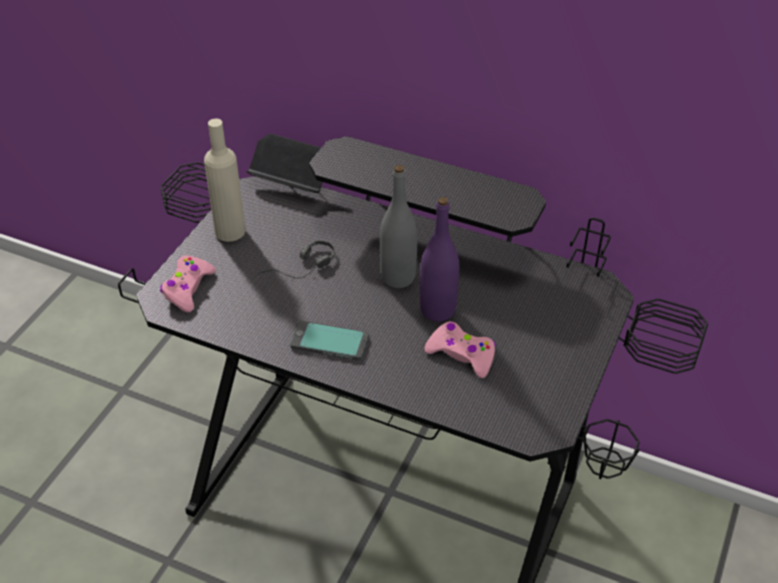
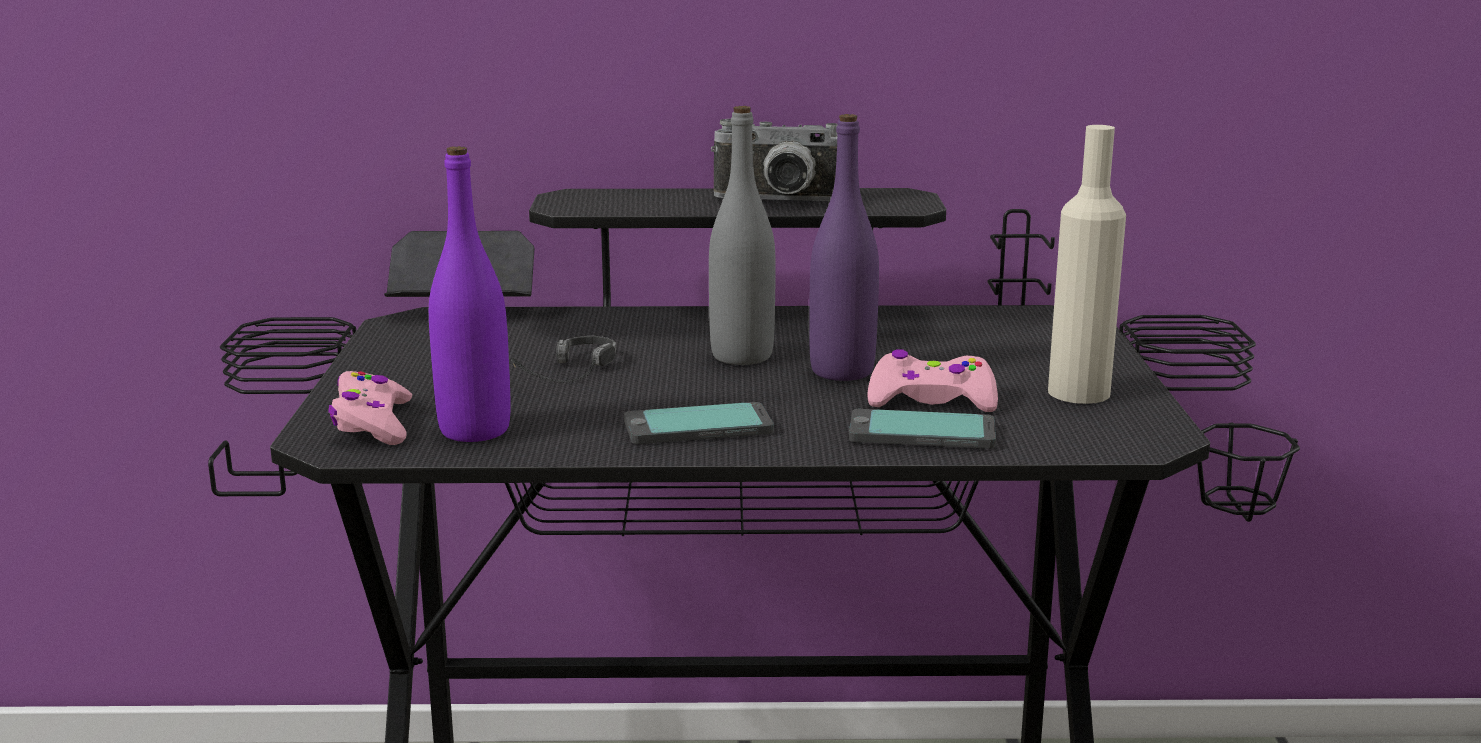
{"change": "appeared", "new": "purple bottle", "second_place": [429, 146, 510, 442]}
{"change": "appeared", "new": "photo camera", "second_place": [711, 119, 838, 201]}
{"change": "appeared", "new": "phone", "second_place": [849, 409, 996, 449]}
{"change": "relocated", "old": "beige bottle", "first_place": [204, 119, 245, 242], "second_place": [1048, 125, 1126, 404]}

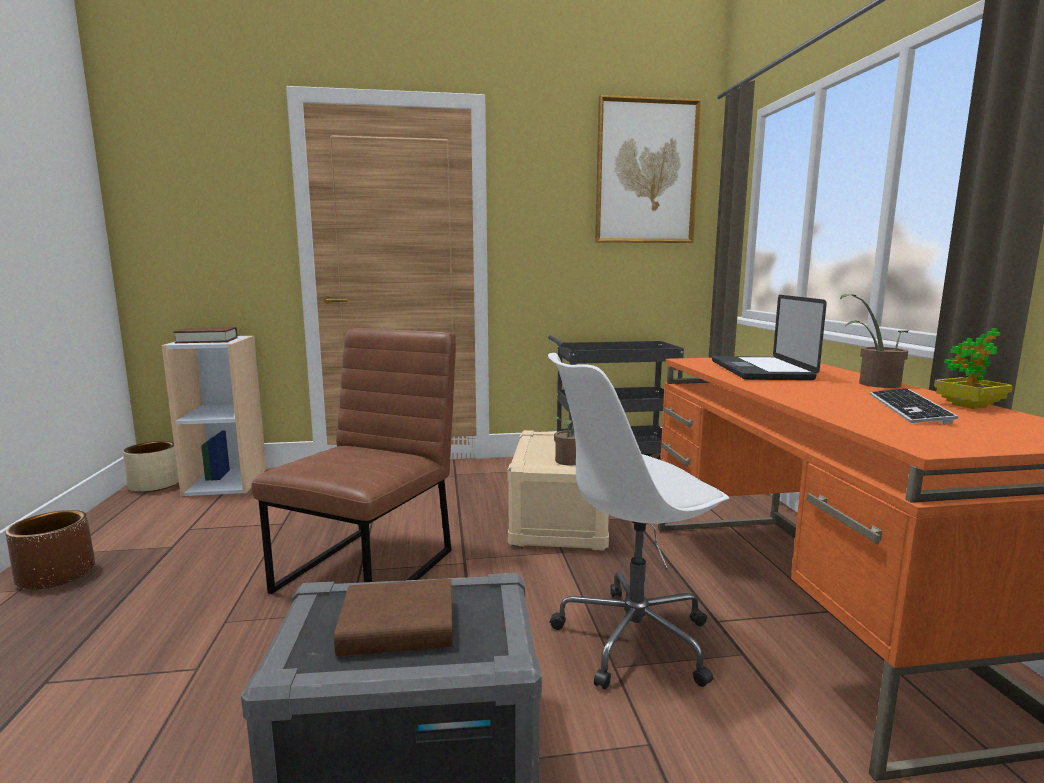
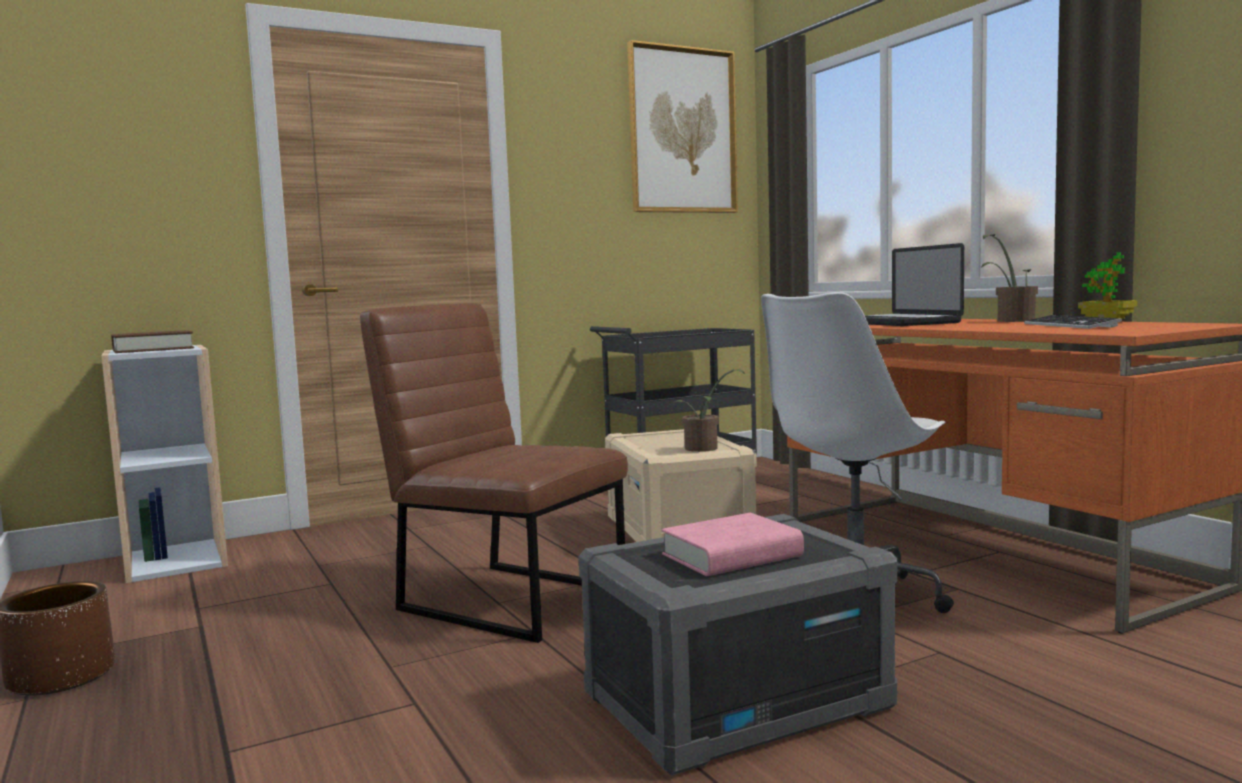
{"change": "missing", "old": "beige planter", "first_place": [123, 441, 179, 493]}
{"change": "colour", "old": "brown book", "new": "pink book", "first_place": [334, 579, 453, 656], "second_place": [661, 513, 804, 576]}
{"change": "spun", "old": "brown chair", "first_place": [251, 328, 456, 594], "second_place": [360, 303, 628, 643], "degrees": -60}

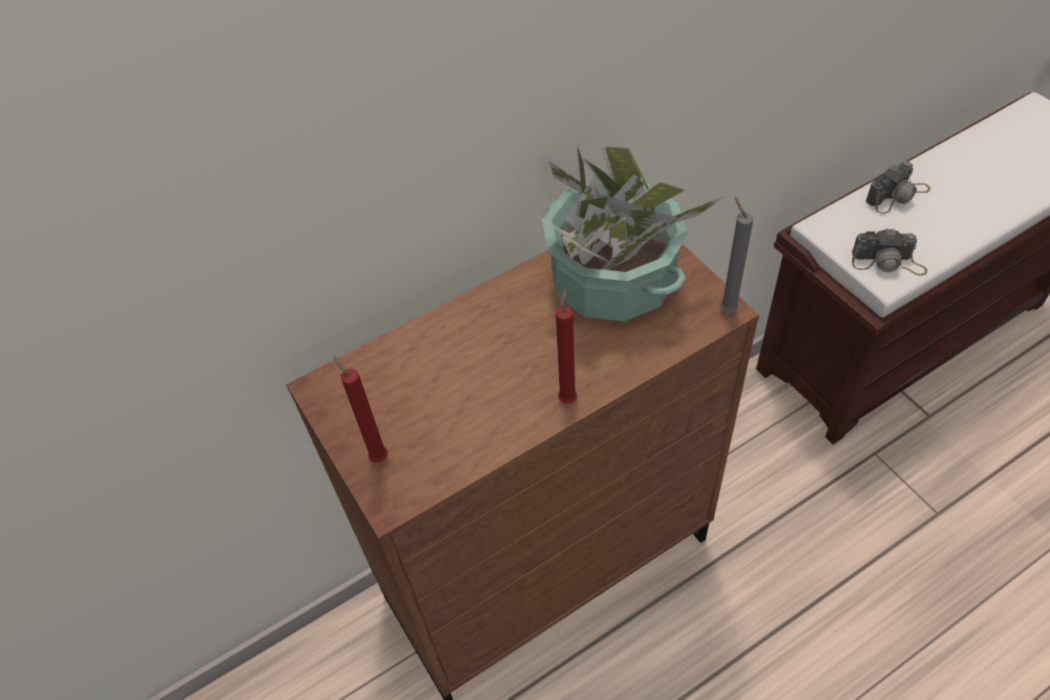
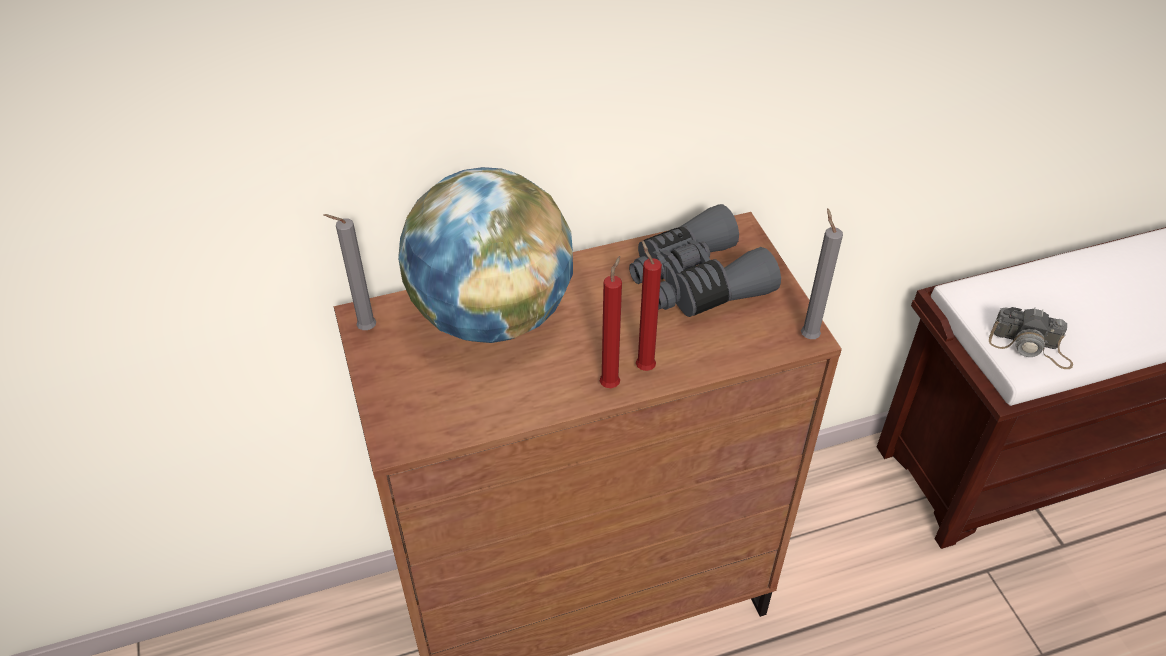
{"change": "missing", "old": "photo camera", "first_place": [866, 161, 931, 214]}
{"change": "appeared", "new": "grey candle", "second_place": [323, 214, 376, 330]}
{"change": "appeared", "new": "globe", "second_place": [398, 167, 573, 343]}
{"change": "relocated", "old": "red candle", "first_place": [333, 355, 388, 462], "second_place": [636, 240, 662, 371]}
{"change": "exchanged", "old": "potted plant", "new": "grey binoculars", "first_place": [538, 146, 725, 321], "second_place": [629, 204, 781, 317]}

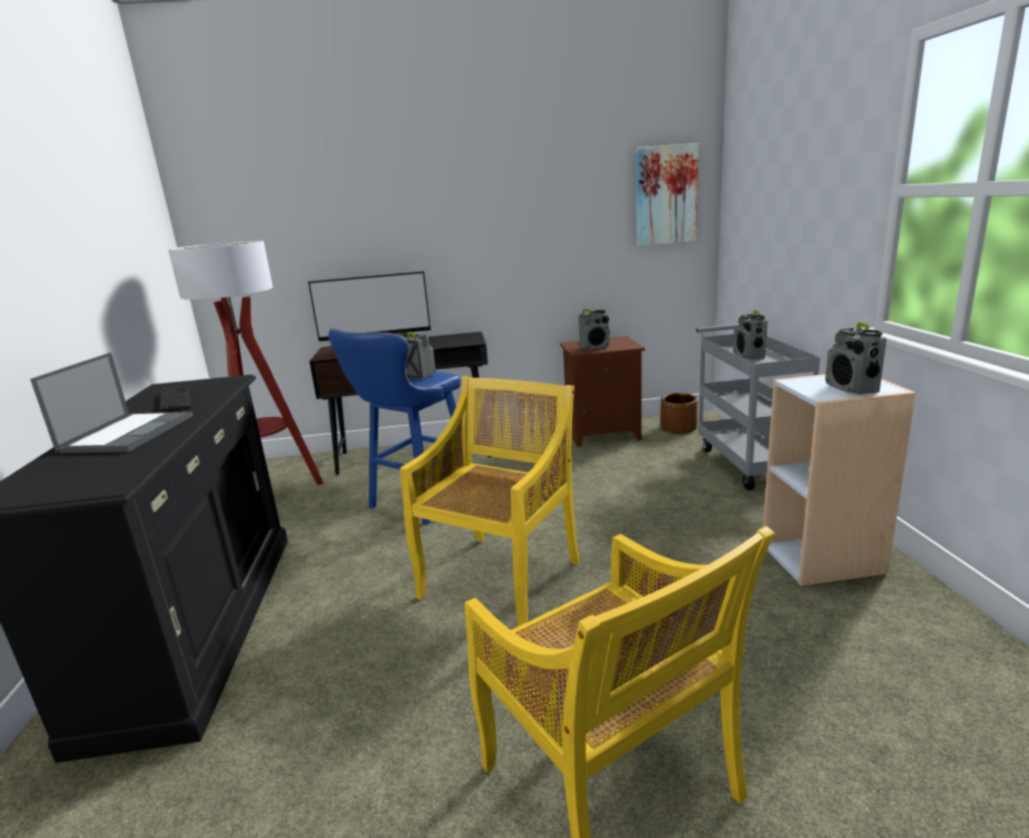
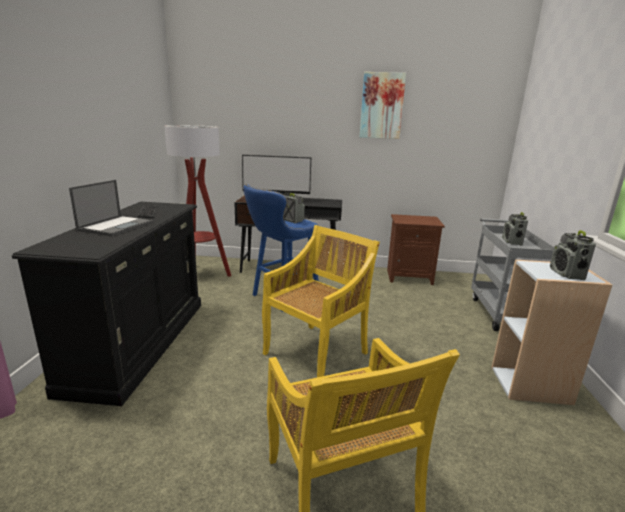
{"change": "missing", "old": "radio", "first_place": [578, 309, 610, 350]}
{"change": "missing", "old": "brown planter", "first_place": [660, 393, 698, 434]}
{"change": "relocated", "old": "picture", "first_place": [636, 143, 699, 246], "second_place": [360, 72, 406, 139]}

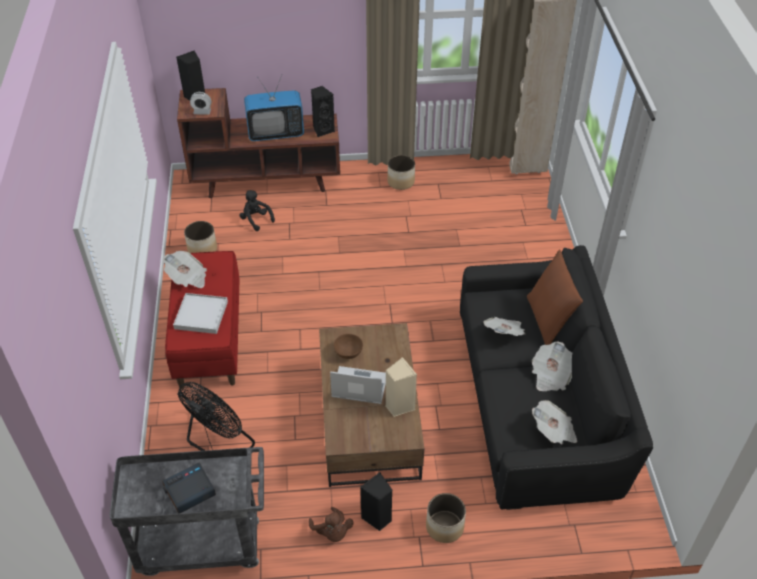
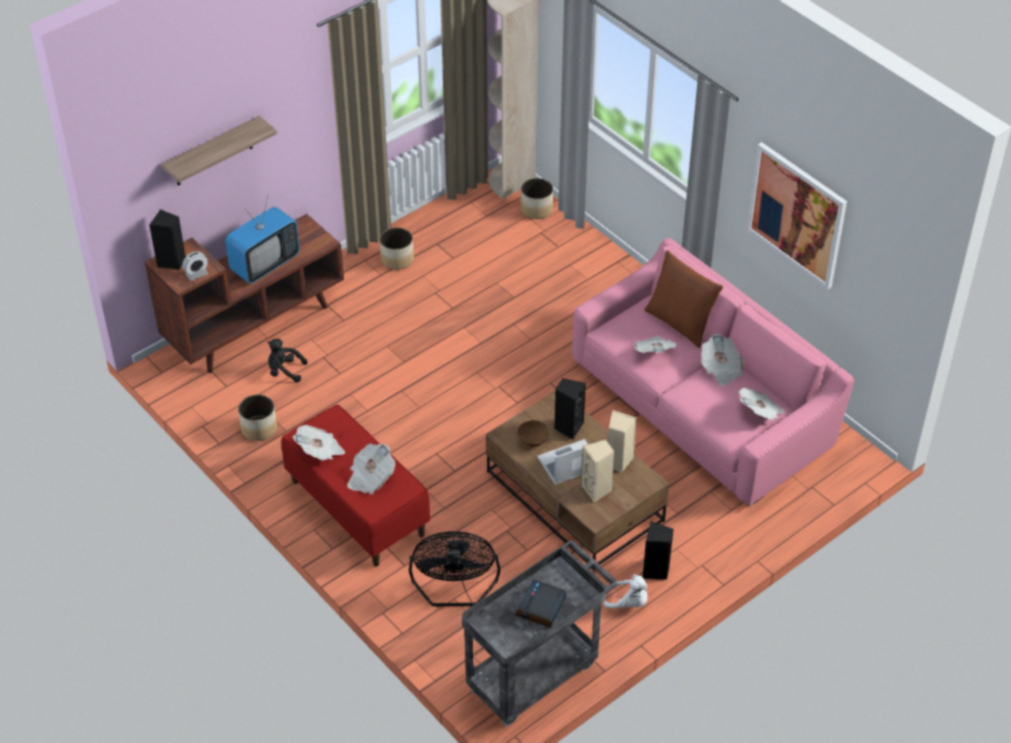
{"change": "appeared", "new": "shelf", "second_place": [162, 116, 277, 185]}
{"change": "appeared", "new": "beige speaker", "second_place": [581, 440, 615, 502]}
{"change": "appeared", "new": "picture", "second_place": [747, 142, 847, 289]}
{"change": "relocated", "old": "black speaker", "first_place": [311, 86, 335, 137], "second_place": [554, 378, 586, 440]}
{"change": "relocated", "old": "planter", "first_place": [426, 493, 466, 543], "second_place": [521, 178, 553, 219]}
{"change": "exchanged", "old": "white tray", "new": "newspaper", "first_place": [173, 293, 228, 334], "second_place": [347, 444, 395, 495]}
{"change": "colour", "old": "brown plush toy", "new": "white plush toy", "first_place": [309, 507, 354, 542], "second_place": [604, 574, 648, 608]}
{"change": "colour", "old": "black sofa", "new": "pink sofa", "first_place": [460, 245, 653, 510], "second_place": [571, 238, 854, 506]}

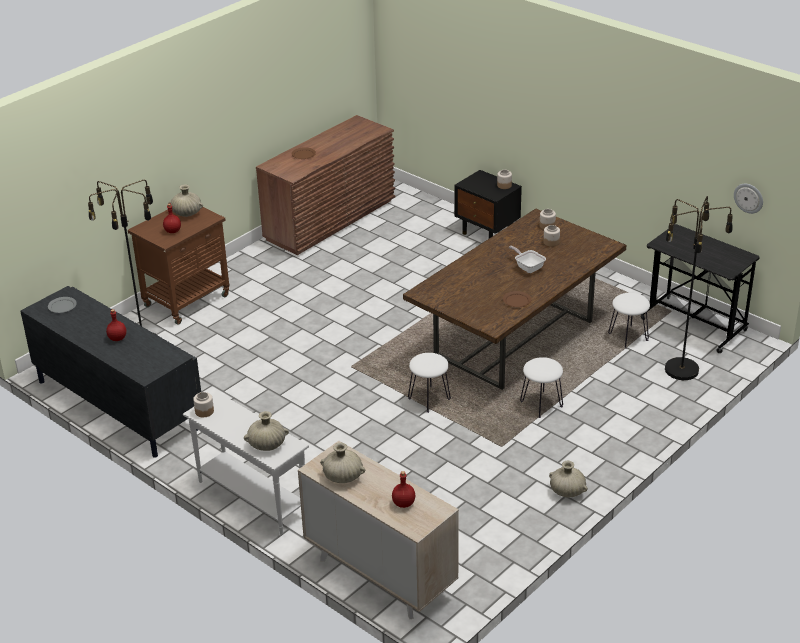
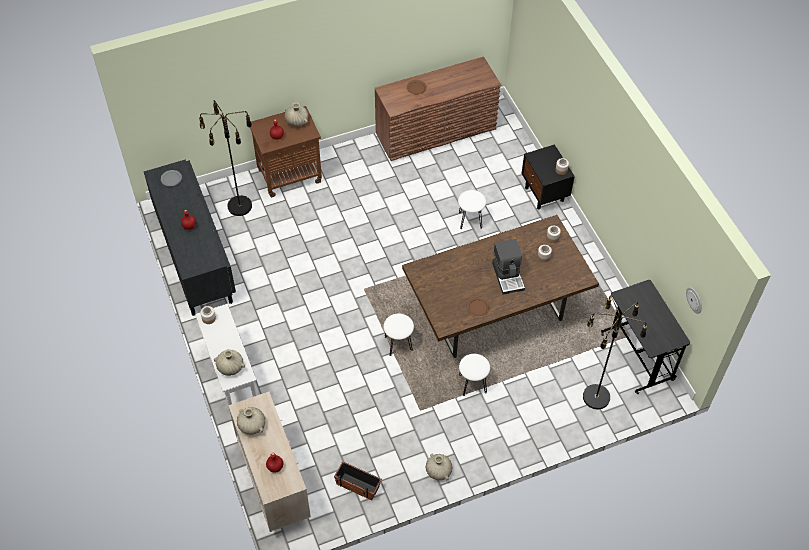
{"change": "appeared", "new": "planter", "second_place": [334, 461, 382, 500]}
{"change": "relocated", "old": "white stool", "first_place": [608, 293, 650, 349], "second_place": [458, 190, 486, 229]}
{"change": "exchanged", "old": "frying pan", "new": "coffee machine", "first_place": [509, 246, 546, 273], "second_place": [492, 239, 525, 295]}

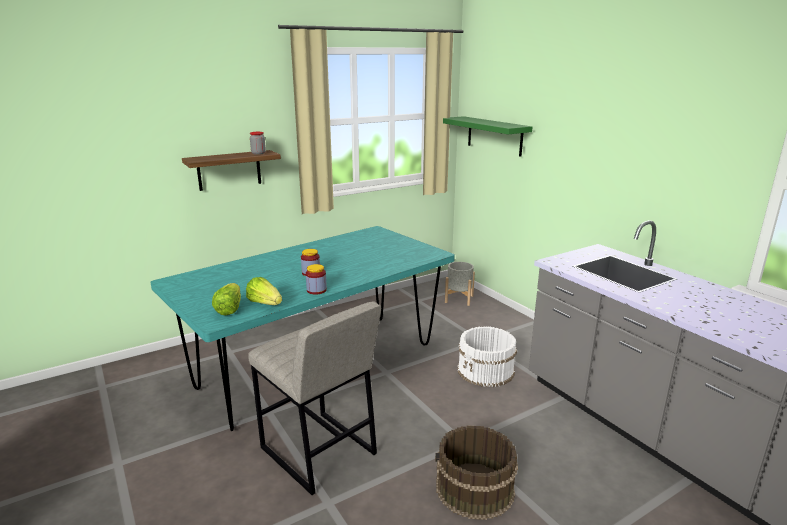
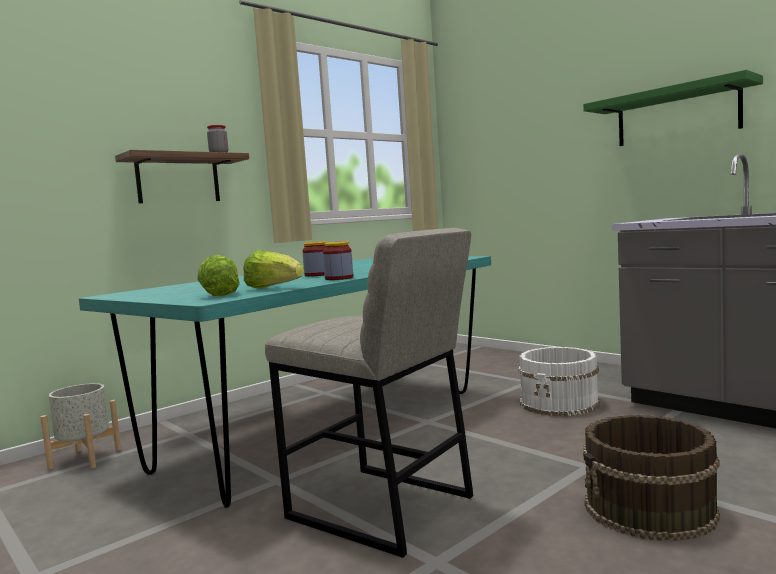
{"change": "relocated", "old": "green shelf", "first_place": [443, 116, 532, 157], "second_place": [583, 70, 763, 146]}
{"change": "relocated", "old": "grey planter", "first_place": [445, 262, 475, 306], "second_place": [41, 383, 121, 470]}

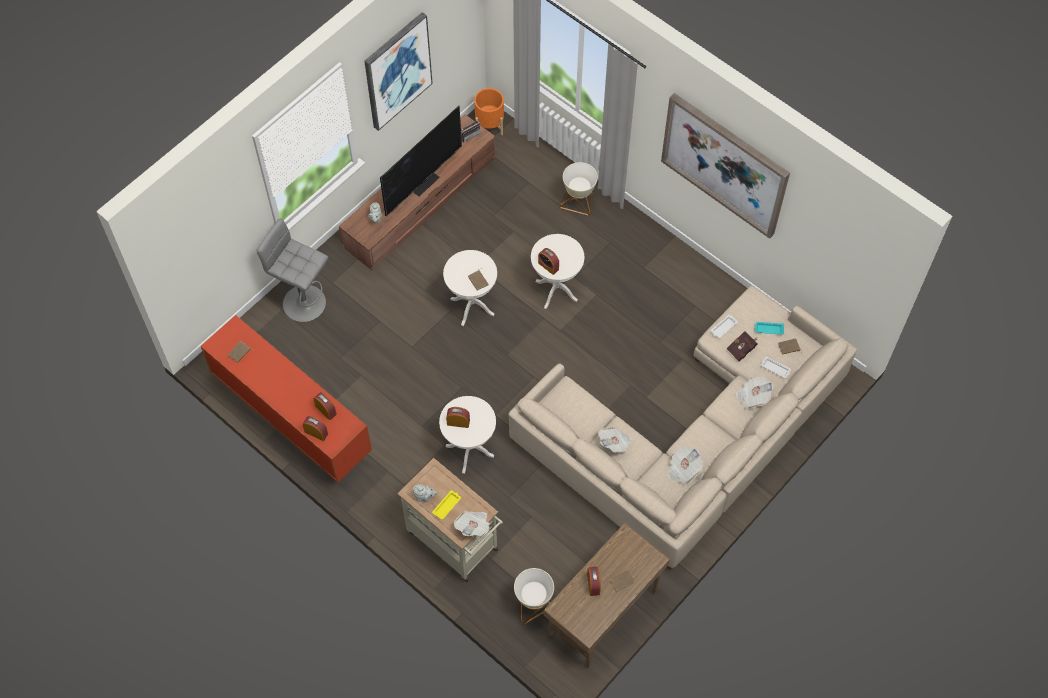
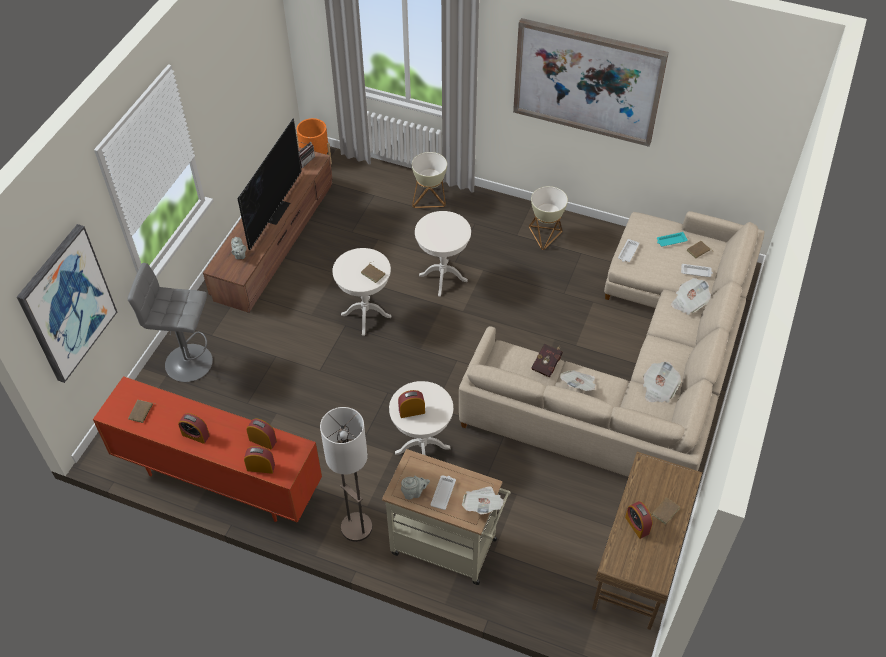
{"change": "appeared", "new": "floor lamp", "second_place": [320, 407, 372, 542]}
{"change": "relocated", "old": "picture", "first_place": [364, 12, 433, 131], "second_place": [17, 224, 117, 383]}
{"change": "relocated", "old": "planter", "first_place": [514, 568, 554, 625], "second_place": [529, 186, 568, 250]}
{"change": "relocated", "old": "alarm clock", "first_place": [538, 248, 559, 275], "second_place": [178, 413, 210, 444]}
{"change": "relocated", "old": "red book", "first_place": [726, 331, 758, 361], "second_place": [531, 343, 563, 378]}
{"change": "colour", "old": "yellow tray", "new": "white tray", "first_place": [432, 490, 461, 520], "second_place": [430, 475, 456, 510]}

